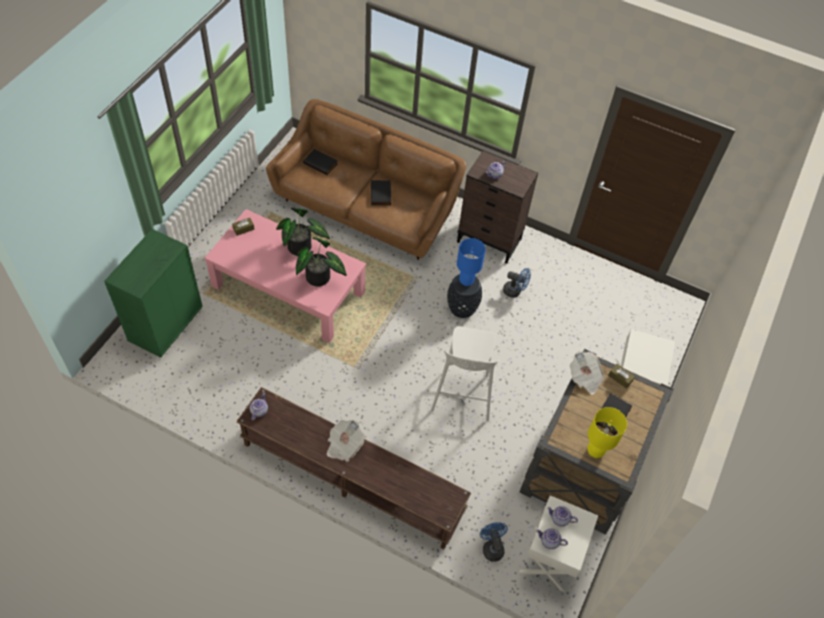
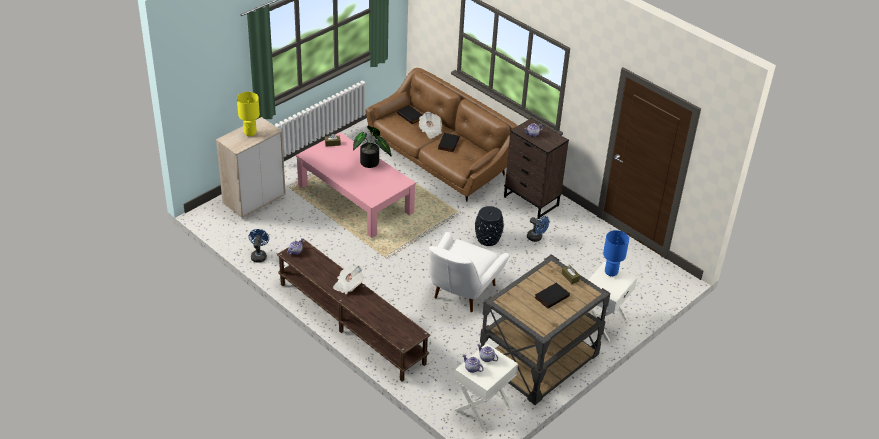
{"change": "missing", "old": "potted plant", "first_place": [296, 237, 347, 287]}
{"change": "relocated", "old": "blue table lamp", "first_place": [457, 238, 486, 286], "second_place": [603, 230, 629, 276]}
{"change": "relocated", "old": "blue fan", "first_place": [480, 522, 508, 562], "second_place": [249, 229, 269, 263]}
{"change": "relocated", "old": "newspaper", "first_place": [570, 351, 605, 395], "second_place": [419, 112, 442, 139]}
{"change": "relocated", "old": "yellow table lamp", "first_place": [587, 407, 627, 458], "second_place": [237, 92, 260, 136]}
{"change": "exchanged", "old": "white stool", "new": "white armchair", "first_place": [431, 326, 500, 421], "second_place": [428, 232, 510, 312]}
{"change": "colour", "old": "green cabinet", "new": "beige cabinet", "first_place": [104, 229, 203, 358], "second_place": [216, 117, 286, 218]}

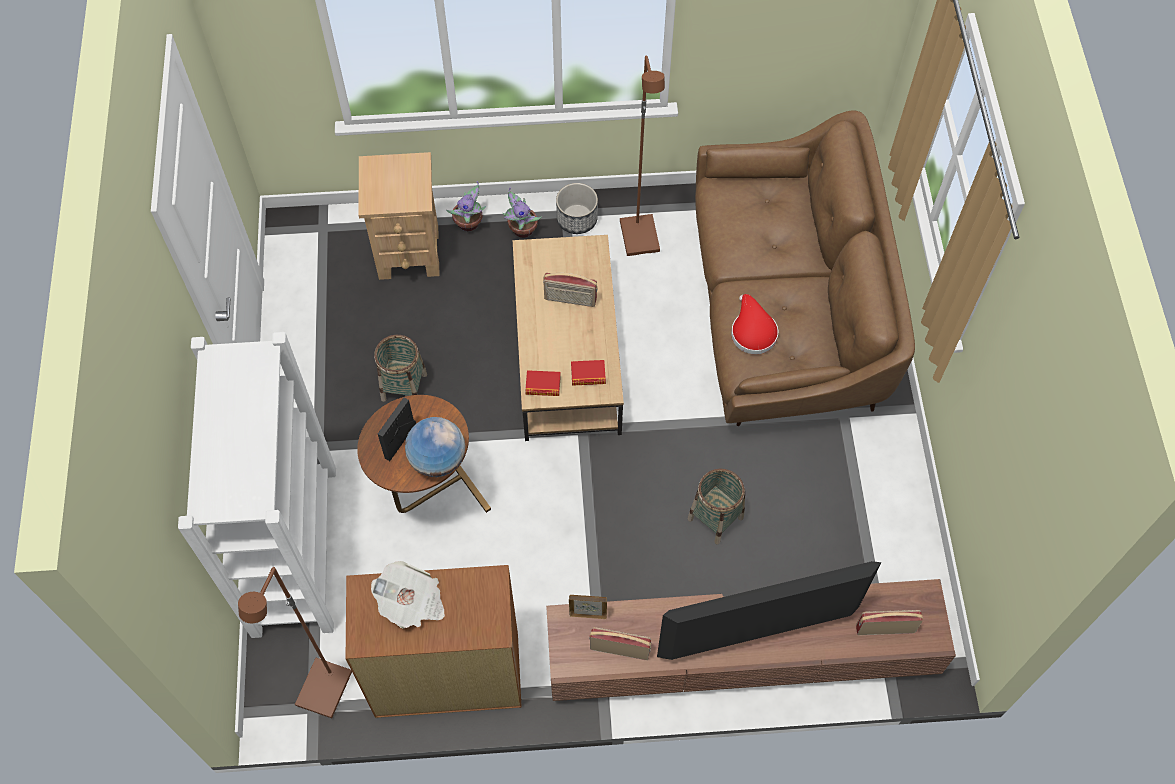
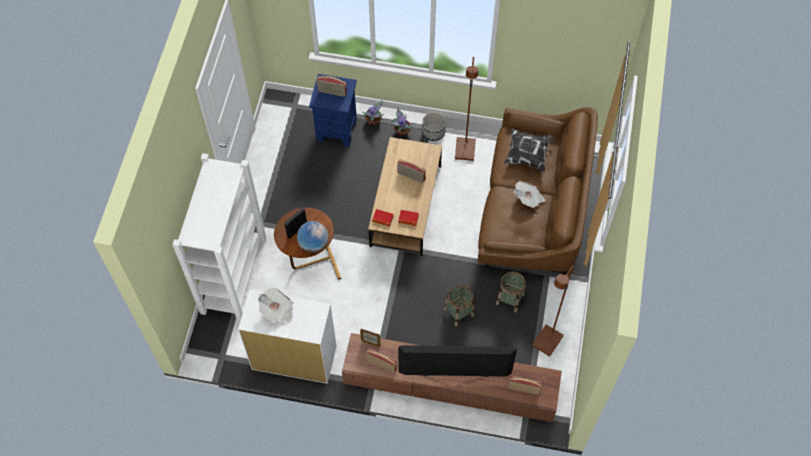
{"change": "missing", "old": "red hat", "first_place": [731, 294, 778, 354]}
{"change": "appeared", "new": "radio", "second_place": [317, 76, 347, 97]}
{"change": "appeared", "new": "pillow", "second_place": [504, 129, 555, 172]}
{"change": "appeared", "new": "newspaper", "second_place": [514, 181, 545, 208]}
{"change": "relocated", "old": "brown floor lamp", "first_place": [238, 567, 352, 718], "second_place": [532, 265, 573, 356]}
{"change": "relocated", "old": "basket", "first_place": [374, 335, 427, 402], "second_place": [496, 271, 526, 312]}
{"change": "colour", "old": "brown cabinet", "new": "white cabinet", "first_place": [346, 565, 522, 718], "second_place": [238, 290, 337, 384]}
{"change": "colour", "old": "beige nightstand", "new": "blue nightstand", "first_place": [358, 152, 440, 280], "second_place": [309, 74, 357, 147]}

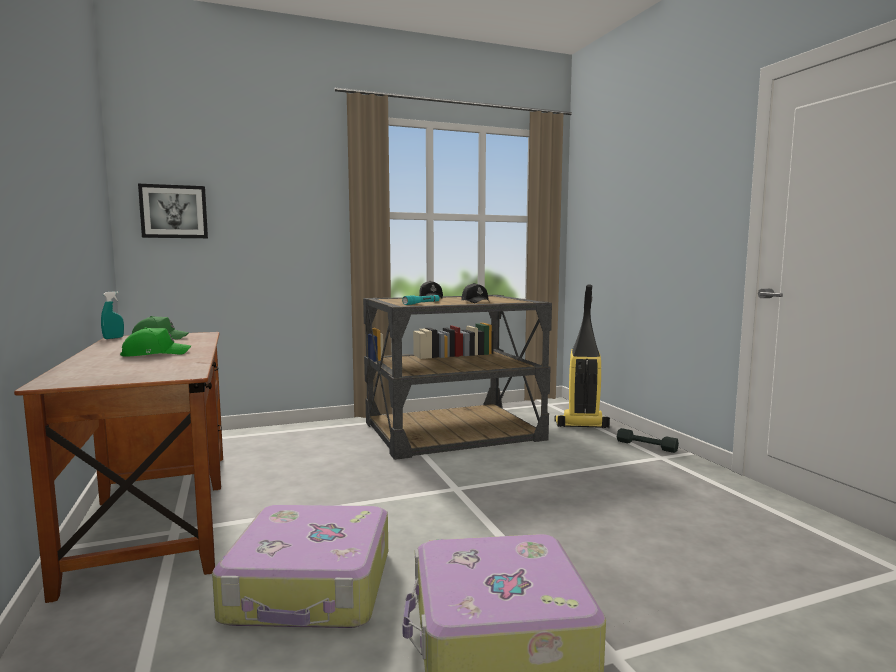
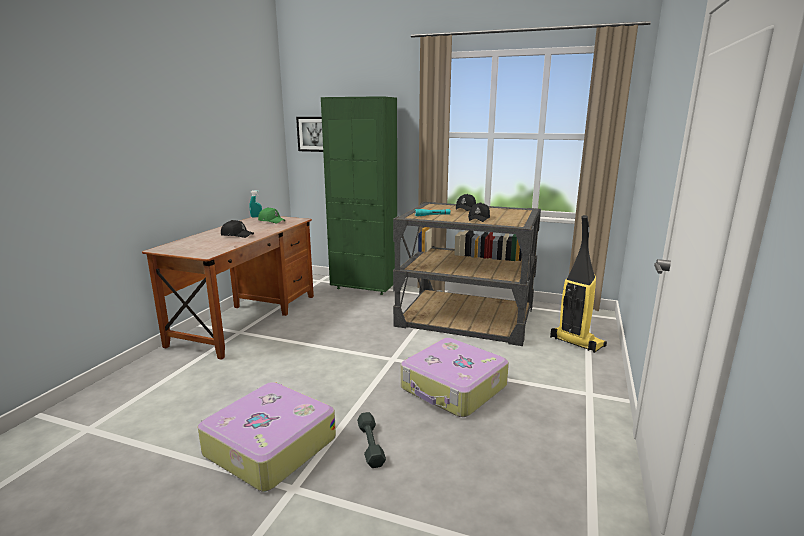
{"change": "appeared", "new": "green cabinet", "second_place": [321, 96, 397, 295]}
{"change": "relocated", "old": "suitcase", "first_place": [212, 505, 388, 628], "second_place": [401, 338, 509, 417]}
{"change": "relocated", "old": "grey dumbbell", "first_place": [617, 428, 679, 453], "second_place": [357, 412, 386, 468]}
{"change": "colour", "old": "green cap", "new": "black cap", "first_place": [120, 328, 191, 356], "second_place": [221, 220, 254, 238]}

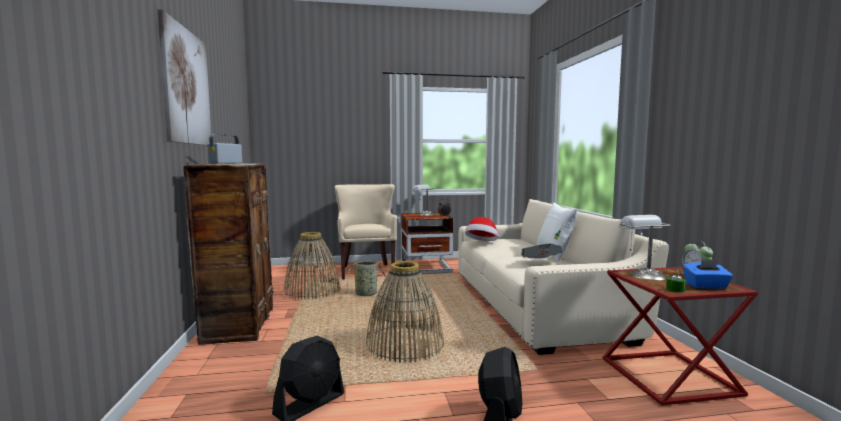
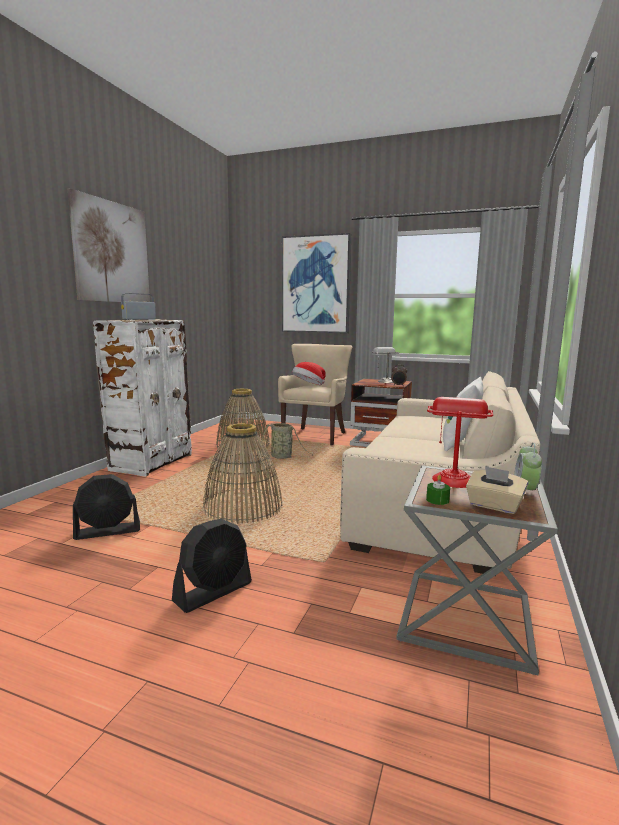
{"change": "missing", "old": "newspaper", "first_place": [521, 244, 562, 259]}
{"change": "appeared", "new": "picture", "second_place": [282, 233, 351, 333]}
{"change": "relocated", "old": "hat", "first_place": [465, 217, 498, 241], "second_place": [292, 362, 326, 385]}
{"change": "colour", "old": "brown cabinet", "new": "white cabinet", "first_place": [183, 163, 274, 345], "second_place": [93, 319, 192, 477]}
{"change": "colour", "old": "red side table", "new": "grey side table", "first_place": [603, 267, 758, 406], "second_place": [396, 465, 558, 675]}
{"change": "colour", "old": "white table lamp", "new": "red table lamp", "first_place": [619, 215, 671, 280], "second_place": [427, 397, 493, 488]}
{"change": "colour", "old": "blue tissue box", "new": "beige tissue box", "first_place": [683, 259, 733, 289], "second_place": [466, 466, 528, 514]}

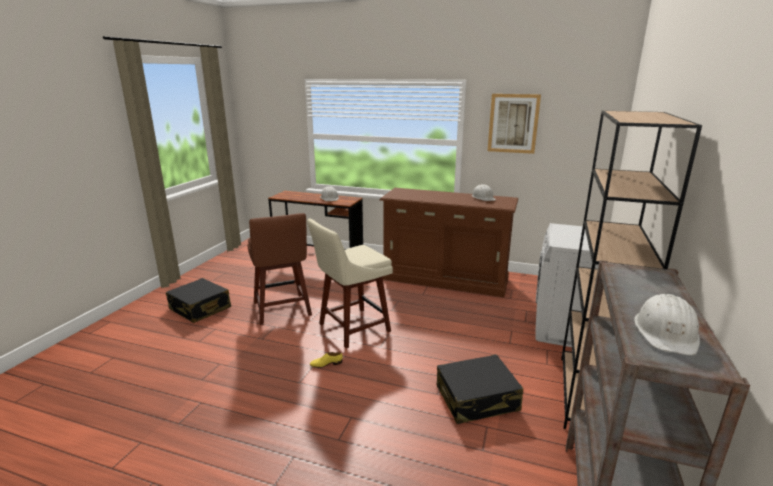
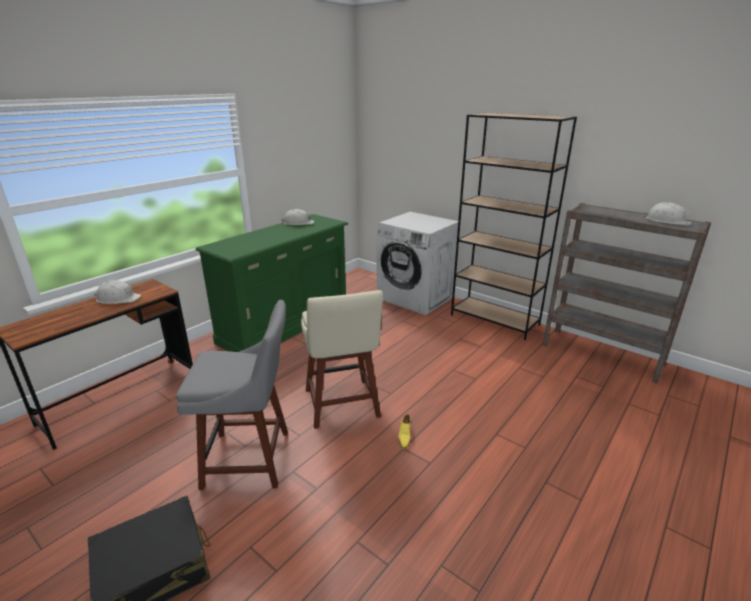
{"change": "missing", "old": "black suitcase", "first_place": [437, 354, 523, 424]}
{"change": "missing", "old": "picture", "first_place": [488, 94, 541, 154]}
{"change": "colour", "old": "brown stool", "new": "grey stool", "first_place": [247, 213, 312, 325], "second_place": [176, 300, 288, 490]}
{"change": "colour", "old": "brown cabinet", "new": "green cabinet", "first_place": [380, 188, 518, 297], "second_place": [196, 214, 348, 352]}

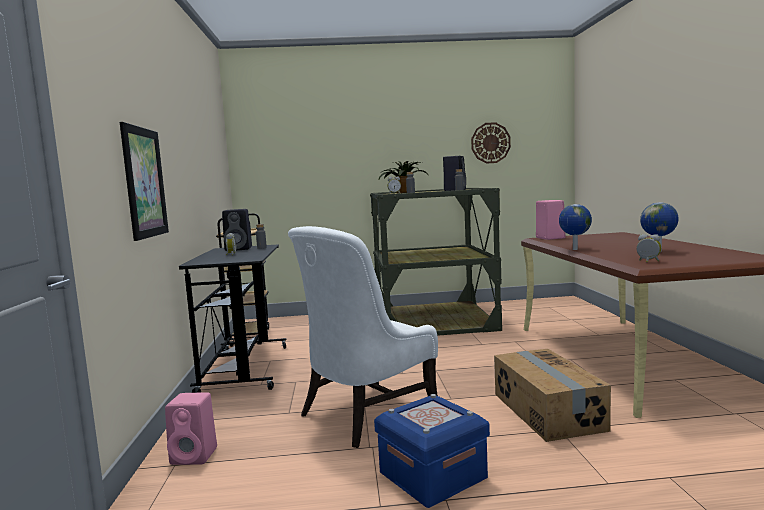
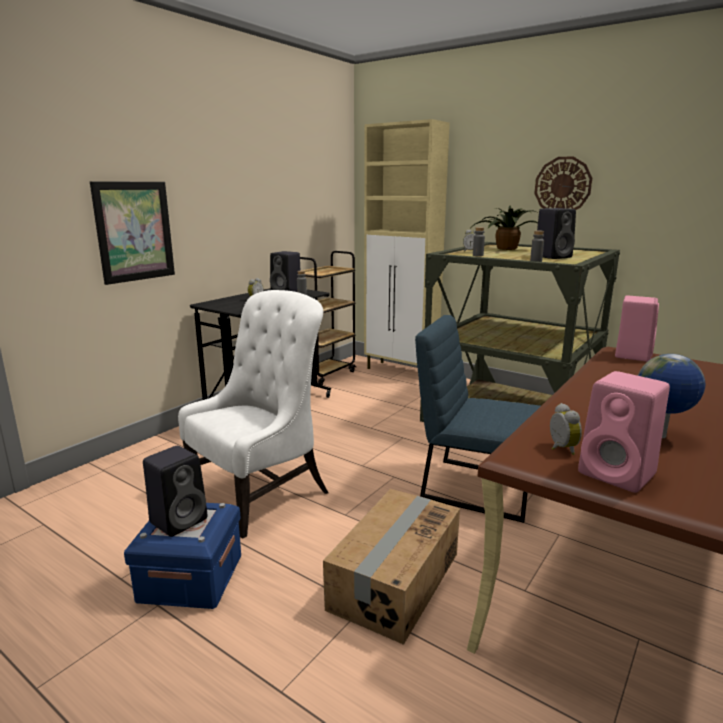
{"change": "missing", "old": "globe", "first_place": [559, 204, 592, 250]}
{"change": "appeared", "new": "black speaker", "second_place": [143, 446, 207, 537]}
{"change": "appeared", "new": "beige cabinet", "second_place": [364, 119, 450, 369]}
{"change": "appeared", "new": "blue chair", "second_place": [415, 315, 541, 523]}
{"change": "relocated", "old": "pink speaker", "first_place": [165, 392, 217, 465], "second_place": [578, 371, 670, 493]}
{"change": "relocated", "old": "wall clock", "first_place": [471, 122, 511, 164], "second_place": [534, 156, 592, 210]}
{"change": "spun", "old": "white chair", "first_place": [288, 226, 438, 448], "second_place": [178, 290, 328, 539], "degrees": 135}

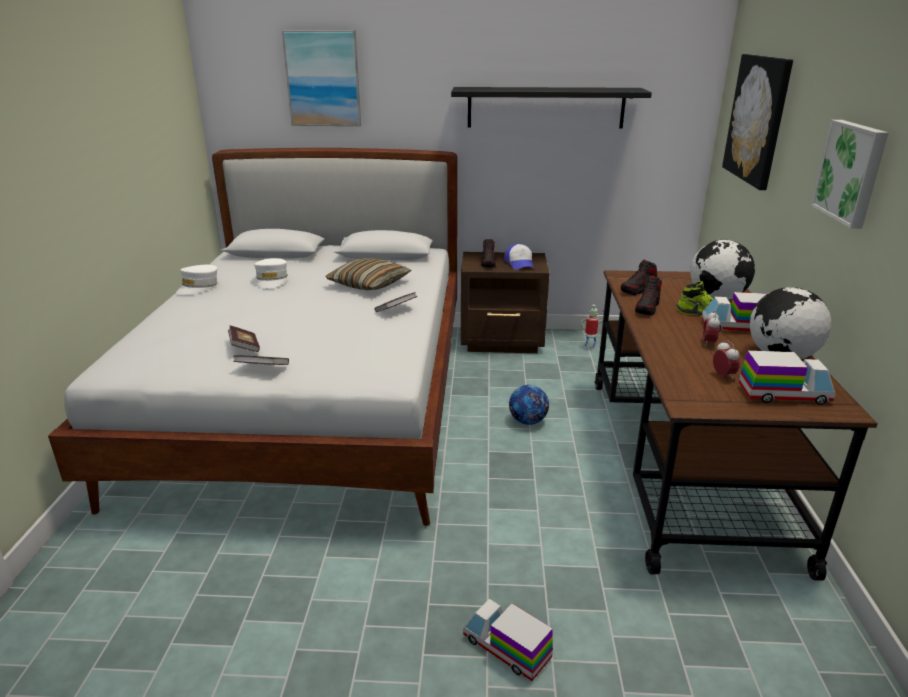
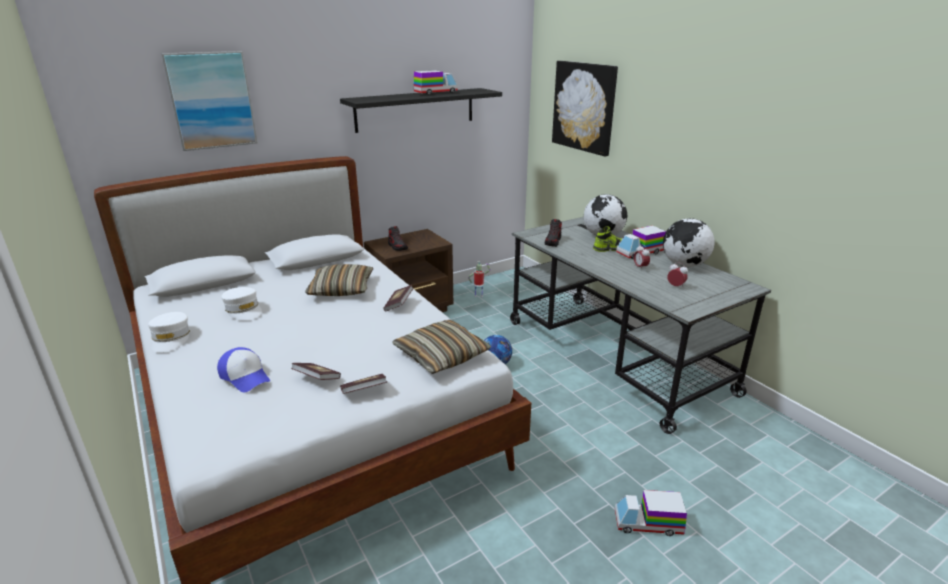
{"change": "missing", "old": "shoe", "first_place": [635, 276, 662, 316]}
{"change": "missing", "old": "picture", "first_place": [811, 120, 889, 229]}
{"change": "appeared", "new": "pillow", "second_place": [392, 320, 491, 374]}
{"change": "relocated", "old": "cap", "first_place": [504, 244, 534, 270], "second_place": [217, 347, 270, 392]}
{"change": "relocated", "old": "toy truck", "first_place": [739, 351, 835, 405], "second_place": [413, 70, 458, 95]}
{"change": "colour", "old": "brown desk", "new": "grey desk", "first_place": [594, 270, 878, 581], "second_place": [510, 217, 771, 434]}

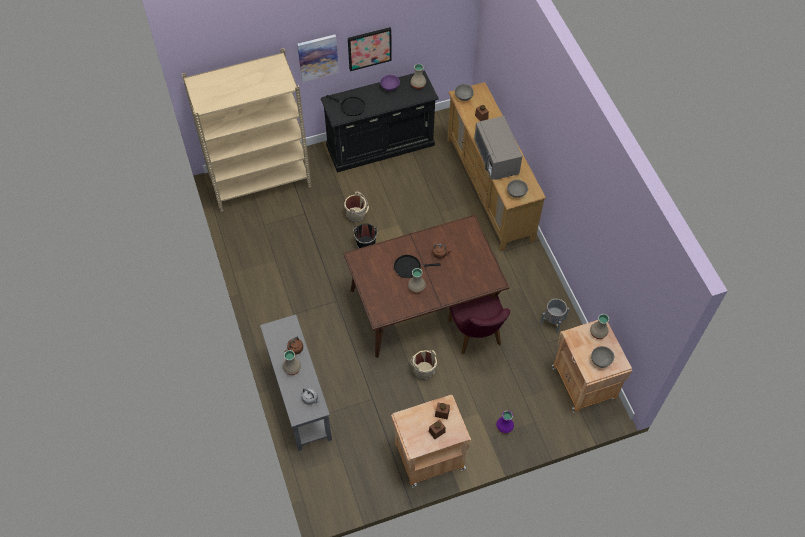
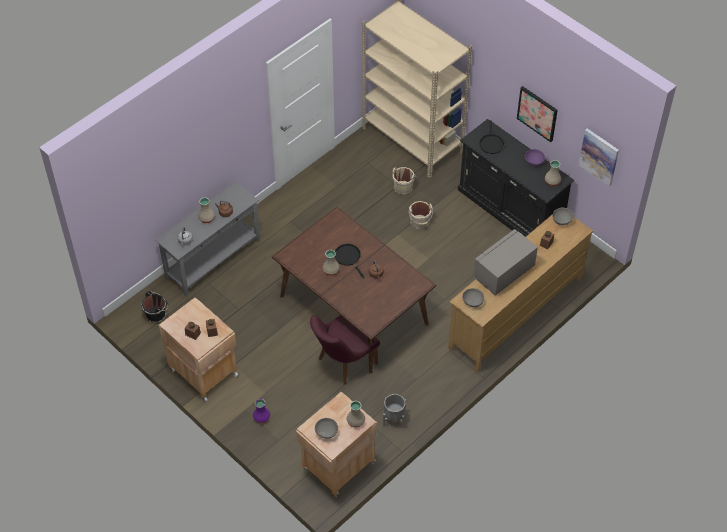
{"change": "relocated", "old": "picture", "first_place": [297, 34, 339, 82], "second_place": [579, 128, 619, 187]}
{"change": "relocated", "old": "black bucket", "first_place": [353, 224, 378, 248], "second_place": [141, 291, 168, 323]}
{"change": "relocated", "old": "beige bucket", "first_place": [411, 350, 437, 380], "second_place": [392, 167, 416, 195]}

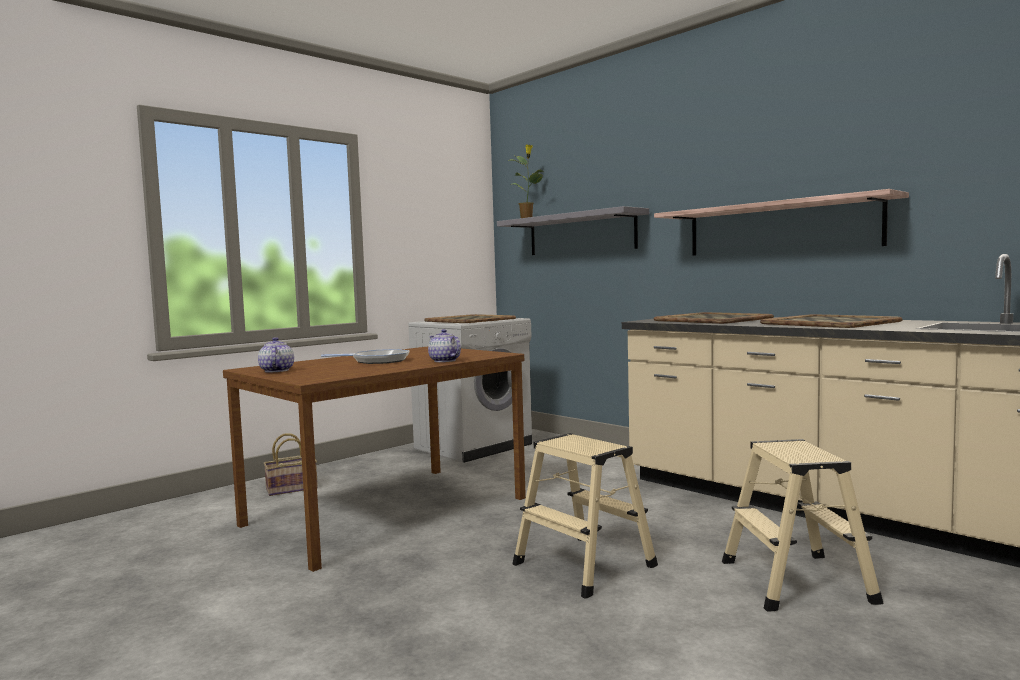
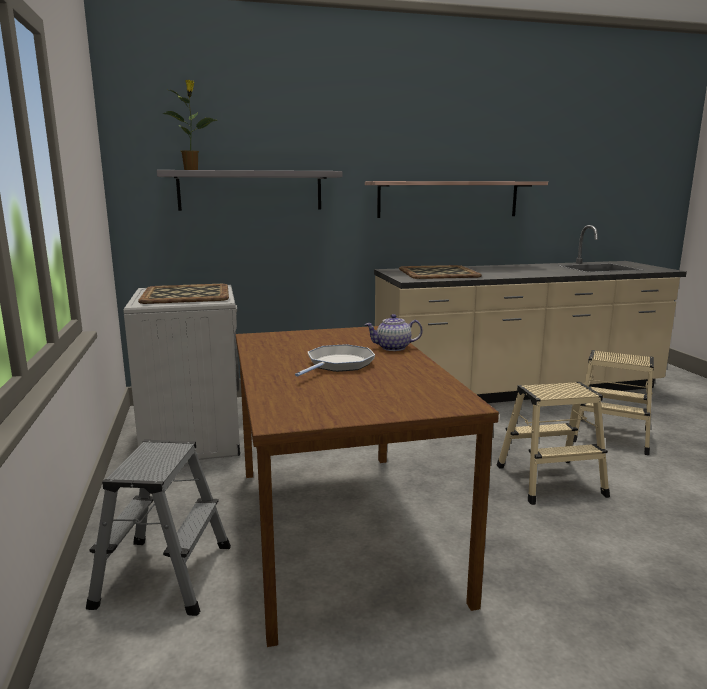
{"change": "missing", "old": "teapot", "first_place": [258, 337, 294, 372]}
{"change": "missing", "old": "tray", "first_place": [760, 314, 903, 328]}
{"change": "exchanged", "old": "basket", "new": "grey step ladder", "first_place": [264, 433, 318, 496], "second_place": [86, 440, 231, 616]}

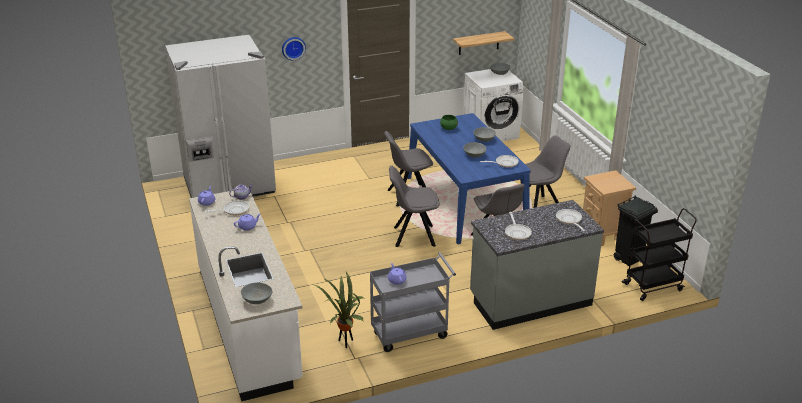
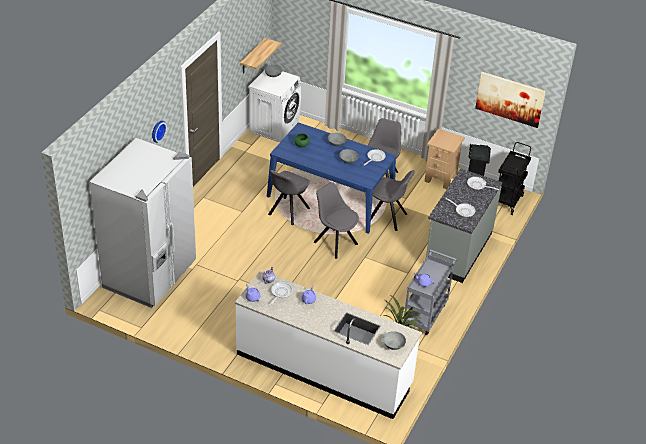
{"change": "appeared", "new": "picture", "second_place": [475, 72, 546, 128]}
{"change": "spun", "old": "grey chair", "first_place": [389, 166, 439, 247], "second_place": [314, 182, 359, 259], "degrees": 90}

